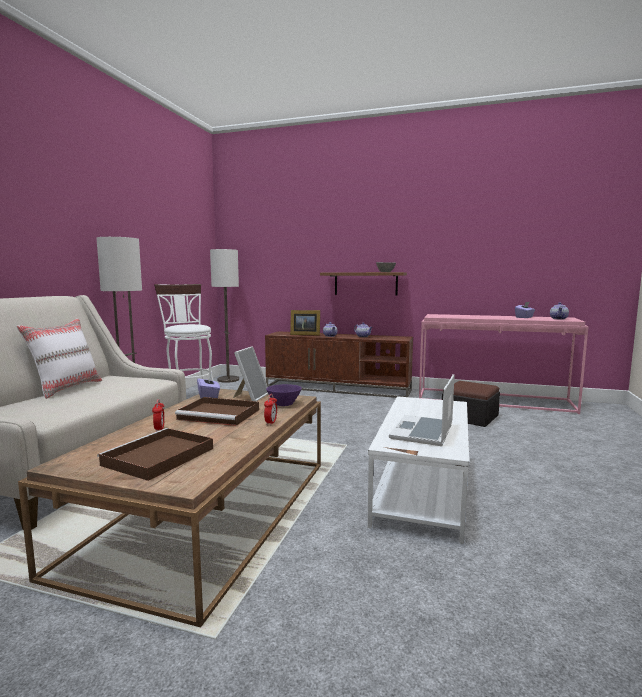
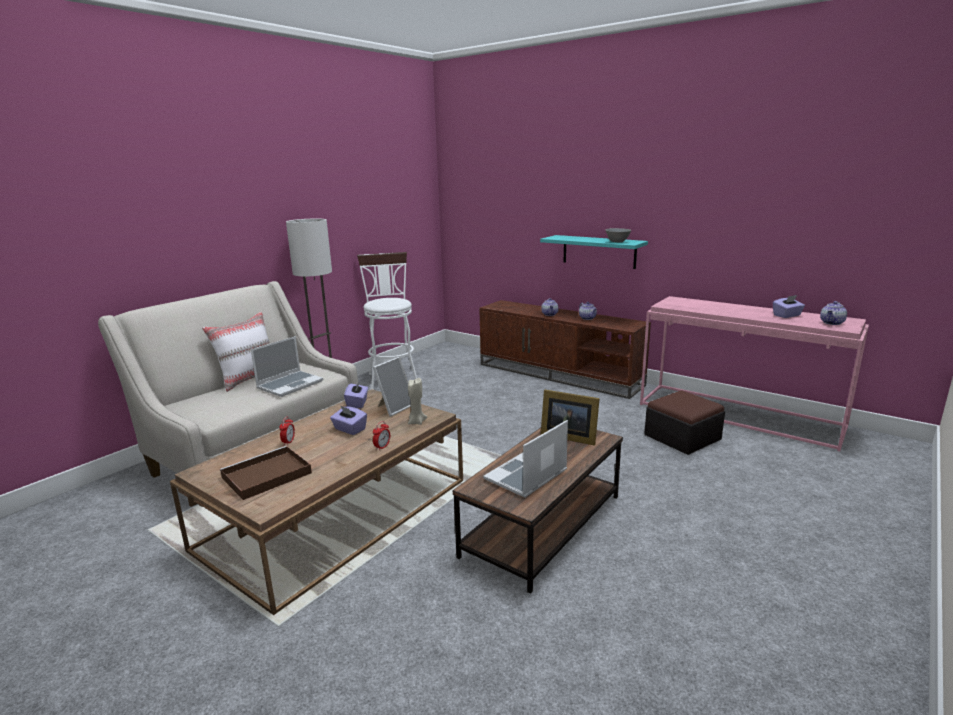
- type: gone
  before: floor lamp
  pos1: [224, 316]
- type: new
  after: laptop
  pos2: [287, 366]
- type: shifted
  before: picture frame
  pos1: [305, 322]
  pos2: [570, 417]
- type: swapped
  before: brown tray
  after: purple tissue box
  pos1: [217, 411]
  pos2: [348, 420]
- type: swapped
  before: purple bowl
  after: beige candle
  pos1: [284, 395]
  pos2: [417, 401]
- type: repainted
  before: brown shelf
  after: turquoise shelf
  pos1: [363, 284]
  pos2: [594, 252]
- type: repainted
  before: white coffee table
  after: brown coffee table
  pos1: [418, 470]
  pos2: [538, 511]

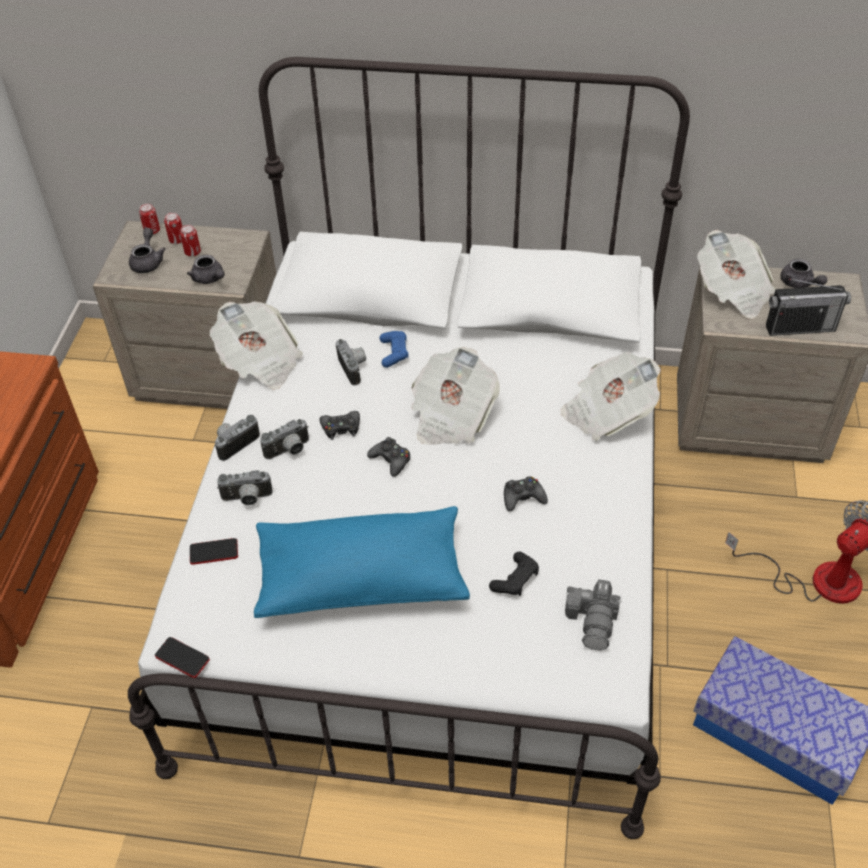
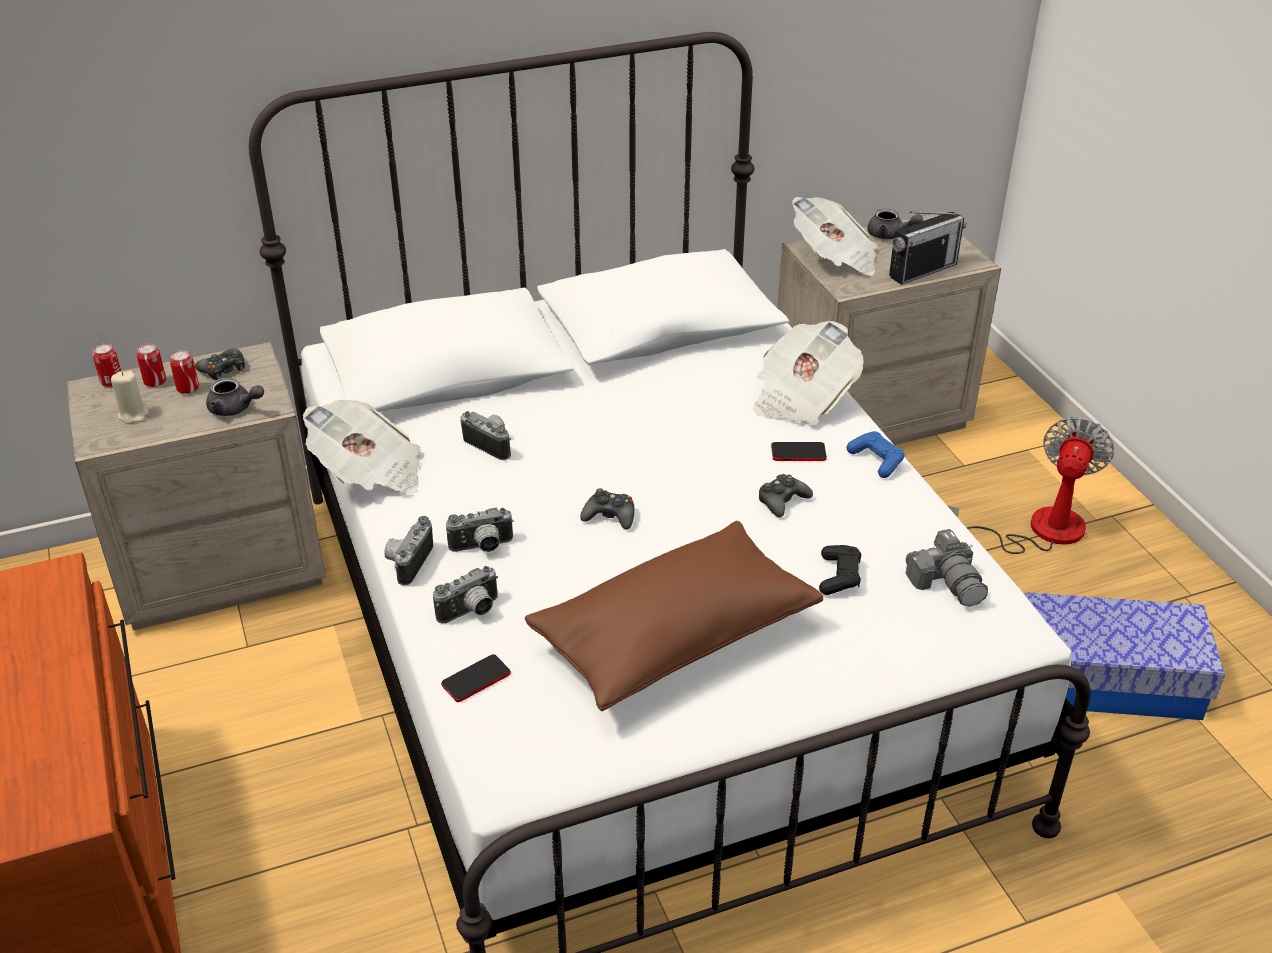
- type: gone
  before: newspaper
  pos1: [455, 396]
- type: shifted
  before: phone
  pos1: [182, 657]
  pos2: [799, 451]
- type: shifted
  before: black game controller
  pos1: [340, 425]
  pos2: [220, 364]
- type: shifted
  before: blue game controller
  pos1: [394, 349]
  pos2: [875, 454]
- type: swapped
  before: grey teapot
  after: beige candle
  pos1: [147, 250]
  pos2: [130, 397]
- type: repainted
  before: blue pillow
  after: brown pillow
  pos1: [362, 562]
  pos2: [674, 616]
- type: rotated
  before: photo camera
  pos1: [284, 439]
  pos2: [479, 530]
  turn: 45

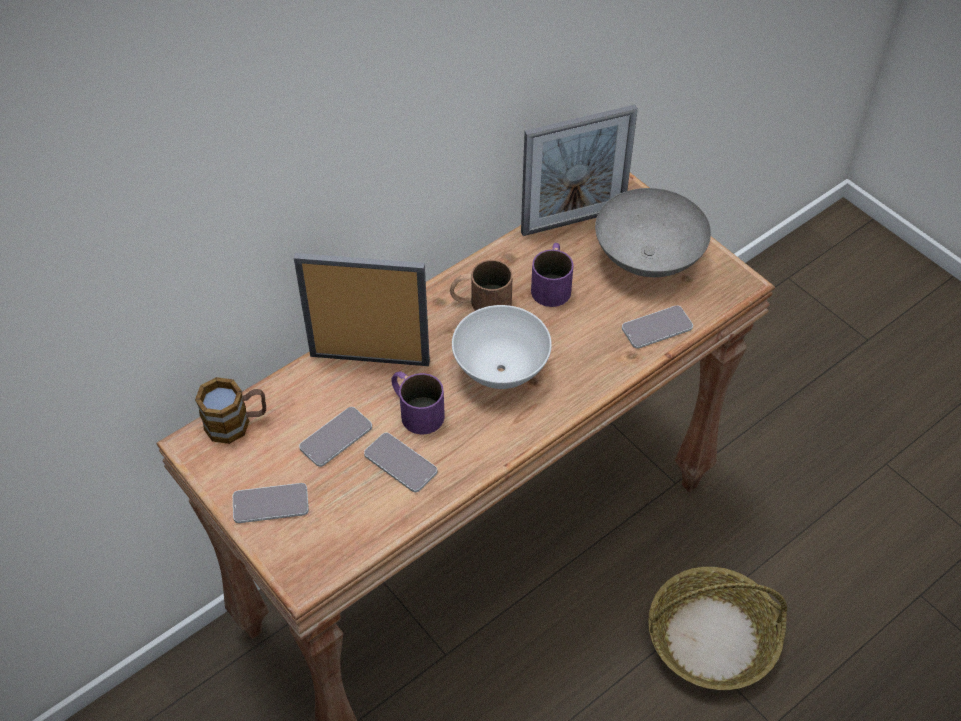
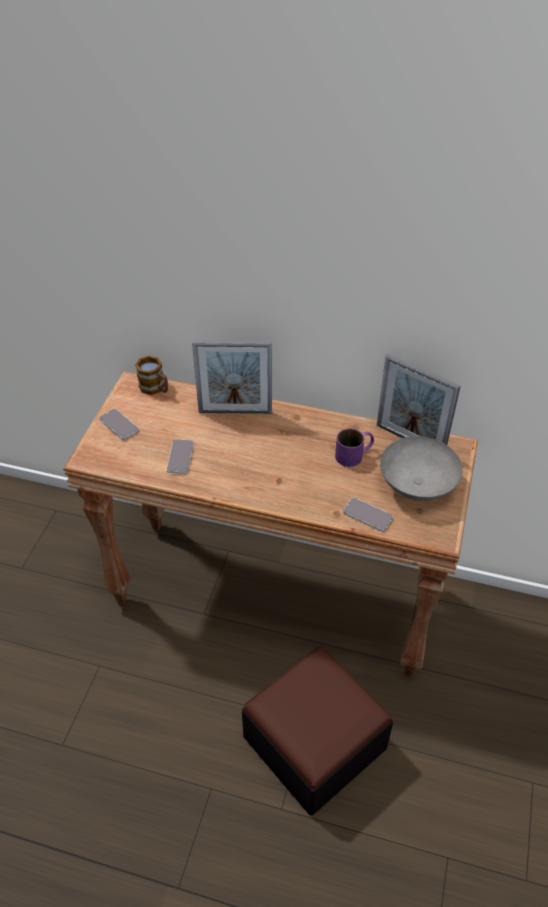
- type: gone
  before: phone
  pos1: [335, 437]
- type: gone
  before: purple mug
  pos1: [418, 403]
- type: gone
  before: brown mug
  pos1: [481, 285]
- type: gone
  before: white bowl
  pos1: [502, 347]
- type: swapped
  before: basket
  after: ottoman
  pos1: [717, 628]
  pos2: [317, 730]
- type: rotated
  before: picture frame
  pos1: [362, 309]
  pos2: [232, 377]
  turn: 120

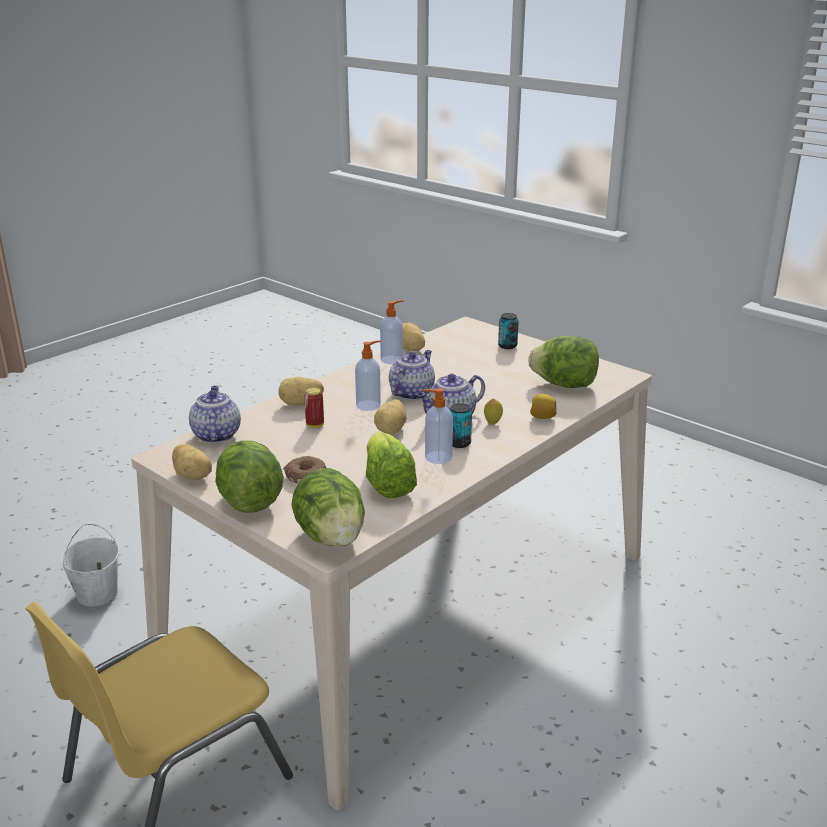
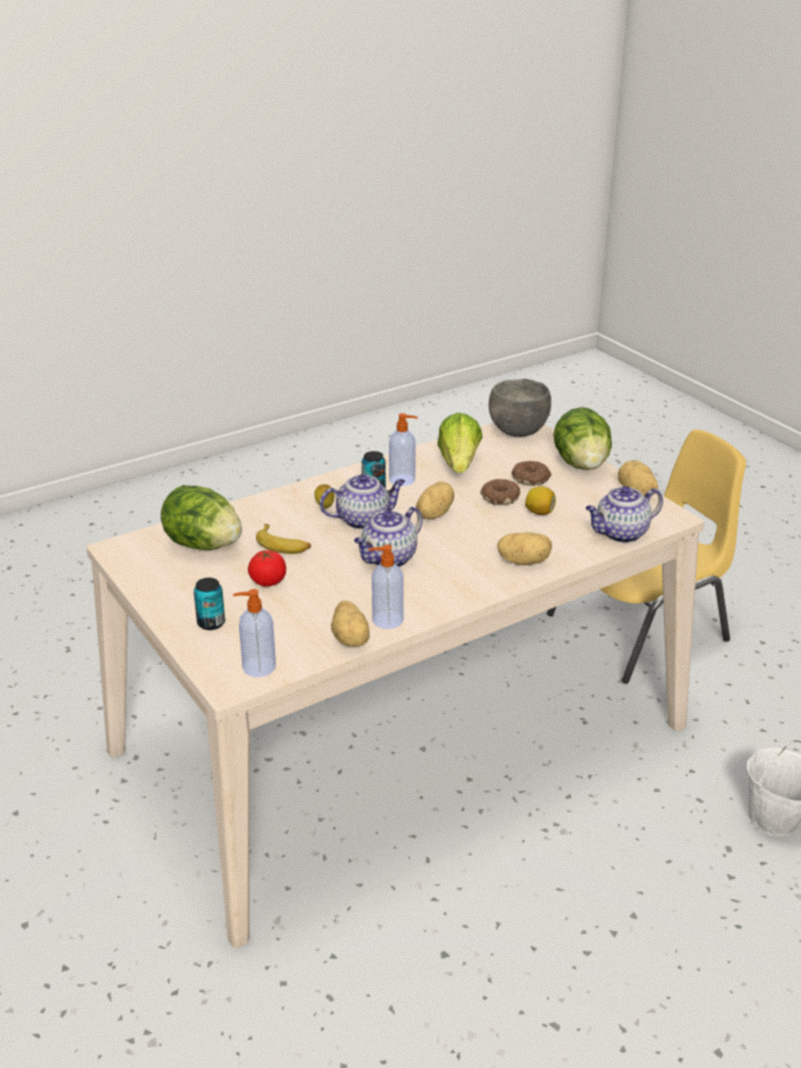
- type: gone
  before: can
  pos1: [314, 408]
- type: new
  after: tomato
  pos2: [267, 568]
- type: new
  after: banana
  pos2: [283, 539]
- type: new
  after: donut
  pos2: [501, 492]
- type: shifted
  before: soap dispenser
  pos1: [368, 376]
  pos2: [254, 633]
- type: shifted
  before: lemon
  pos1: [543, 406]
  pos2: [540, 500]
- type: swapped
  before: lettuce
  after: grey bowl
  pos1: [328, 507]
  pos2: [520, 408]
- type: rotated
  before: teapot
  pos1: [215, 414]
  pos2: [624, 514]
  turn: 60

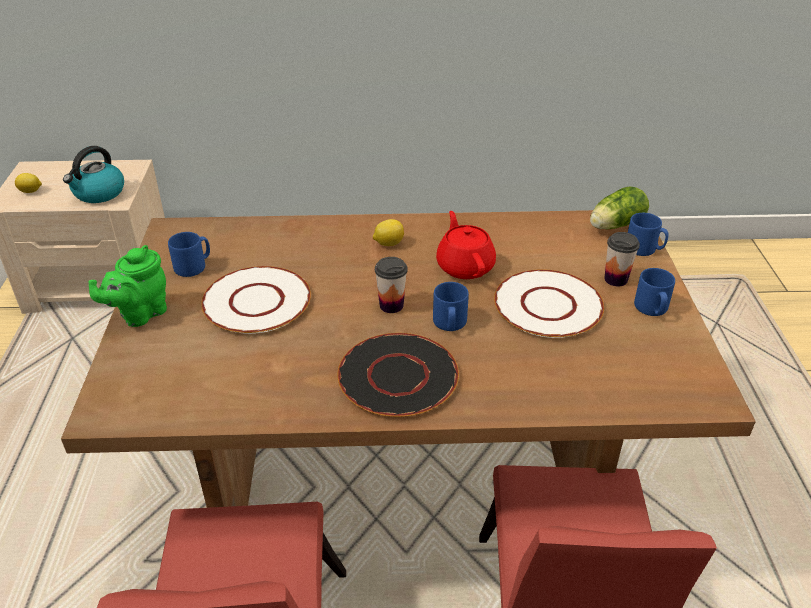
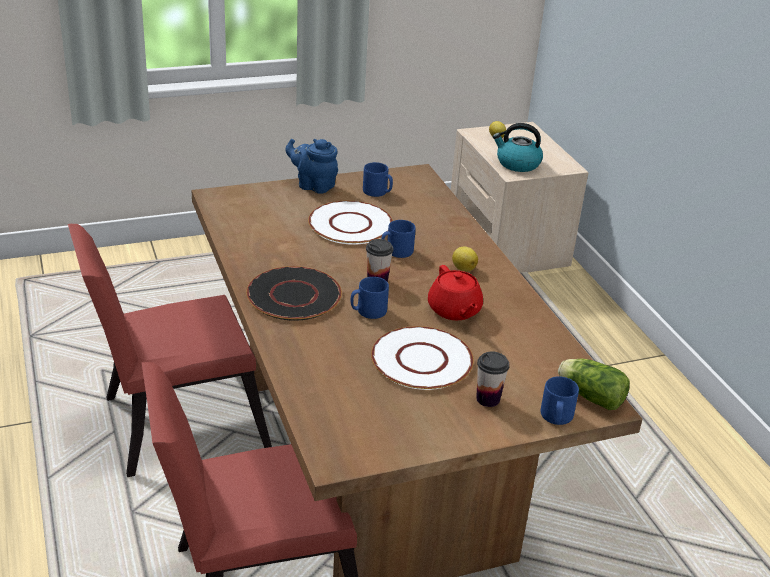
- type: shifted
  before: blue mug
  pos1: [654, 292]
  pos2: [398, 239]
- type: repainted
  before: green teapot
  after: blue teapot
  pos1: [127, 286]
  pos2: [311, 166]
- type: rotated
  before: red teapot
  pos1: [466, 245]
  pos2: [455, 293]
  turn: 105

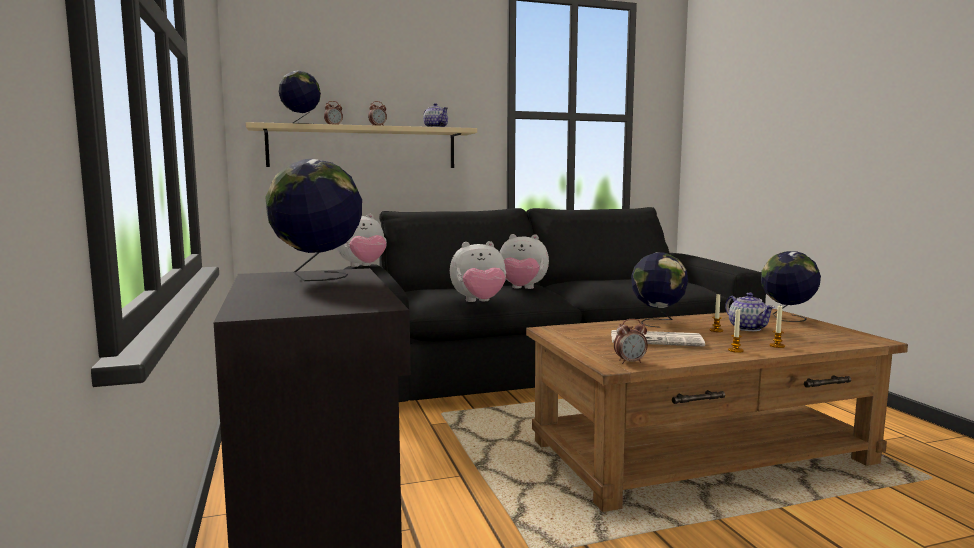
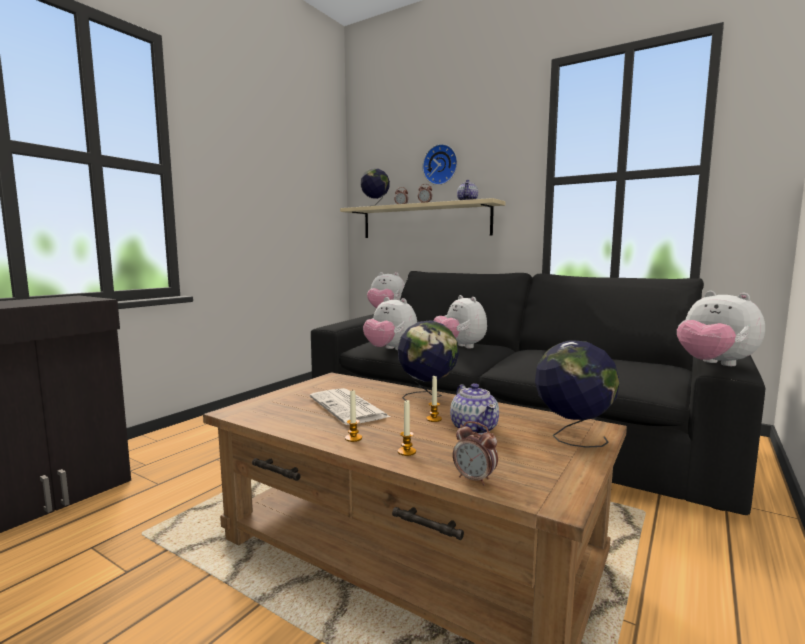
- type: gone
  before: globe
  pos1: [314, 220]
- type: new
  after: wall clock
  pos2: [440, 164]
- type: new
  after: plush toy
  pos2: [721, 328]
- type: shifted
  before: alarm clock
  pos1: [631, 341]
  pos2: [475, 453]
- type: rotated
  before: teapot
  pos1: [750, 312]
  pos2: [474, 409]
  turn: -45

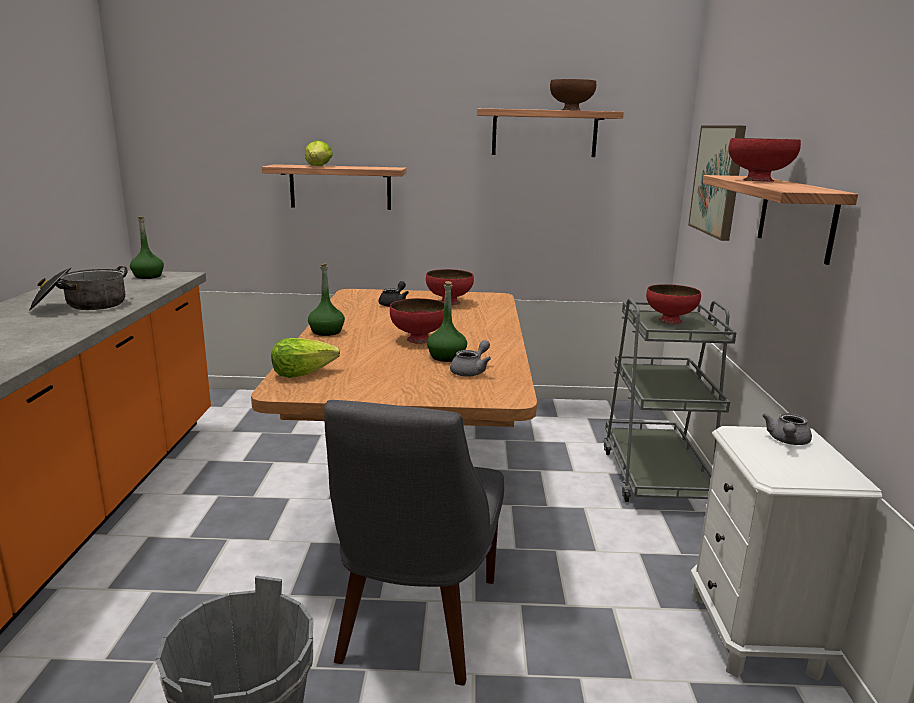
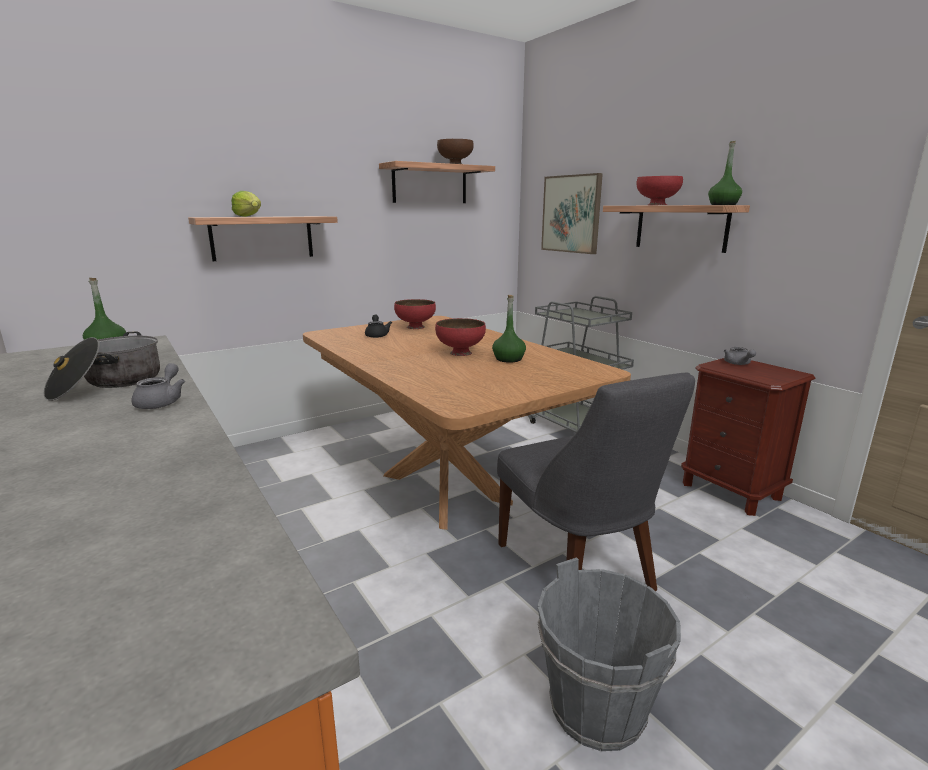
- type: gone
  before: lettuce
  pos1: [305, 358]
- type: gone
  before: red bowl
  pos1: [673, 304]
- type: shifted
  before: green bottle
  pos1: [326, 299]
  pos2: [725, 173]
- type: shifted
  before: grey teapot
  pos1: [470, 358]
  pos2: [158, 386]
- type: repainted
  before: white nightstand
  after: brown nightstand
  pos1: [786, 553]
  pos2: [748, 437]

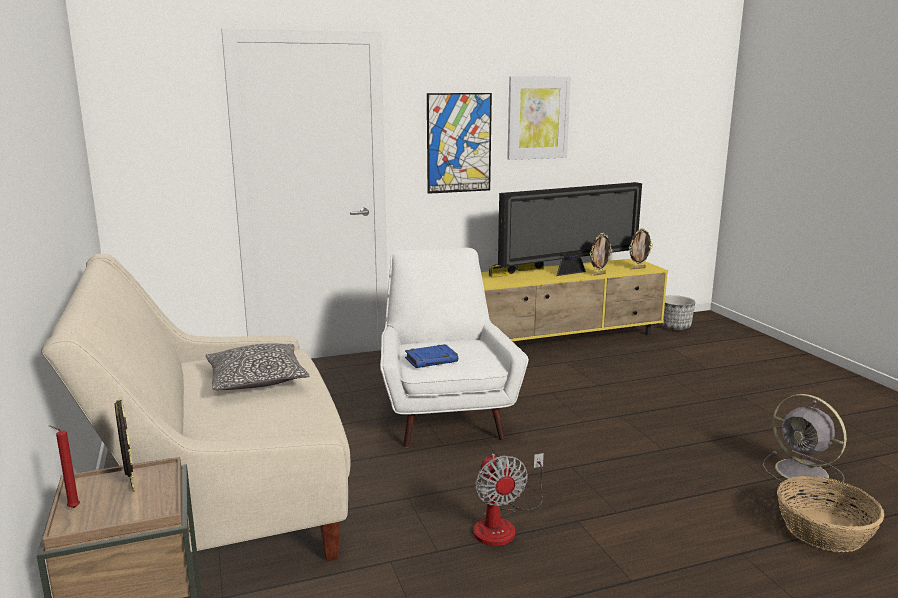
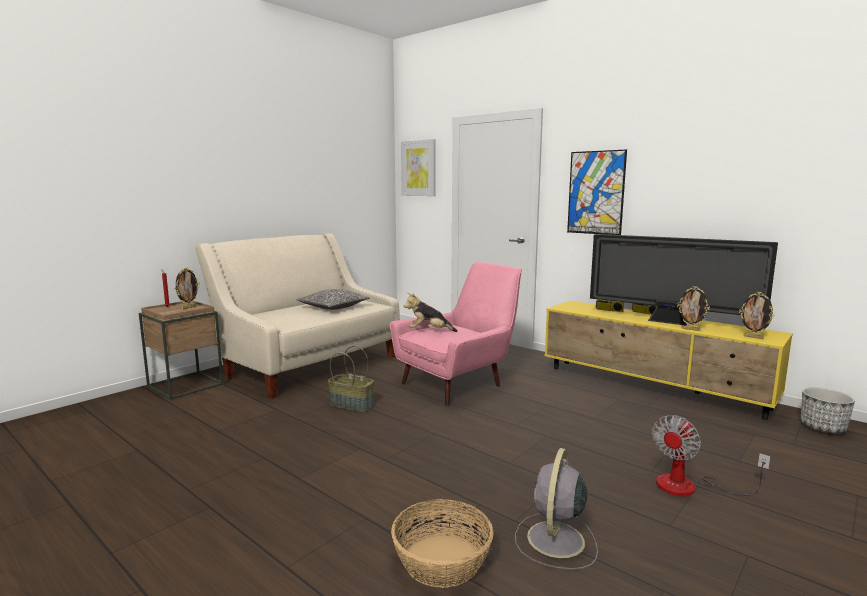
- type: new
  after: basket
  pos2: [351, 379]
- type: shifted
  before: fan
  pos1: [508, 499]
  pos2: [711, 455]
- type: shifted
  before: picture
  pos1: [539, 118]
  pos2: [418, 167]
- type: swapped
  before: blue book
  after: plush toy
  pos1: [431, 356]
  pos2: [431, 312]
- type: repainted
  before: white armchair
  after: pink armchair
  pos1: [454, 348]
  pos2: [456, 334]

